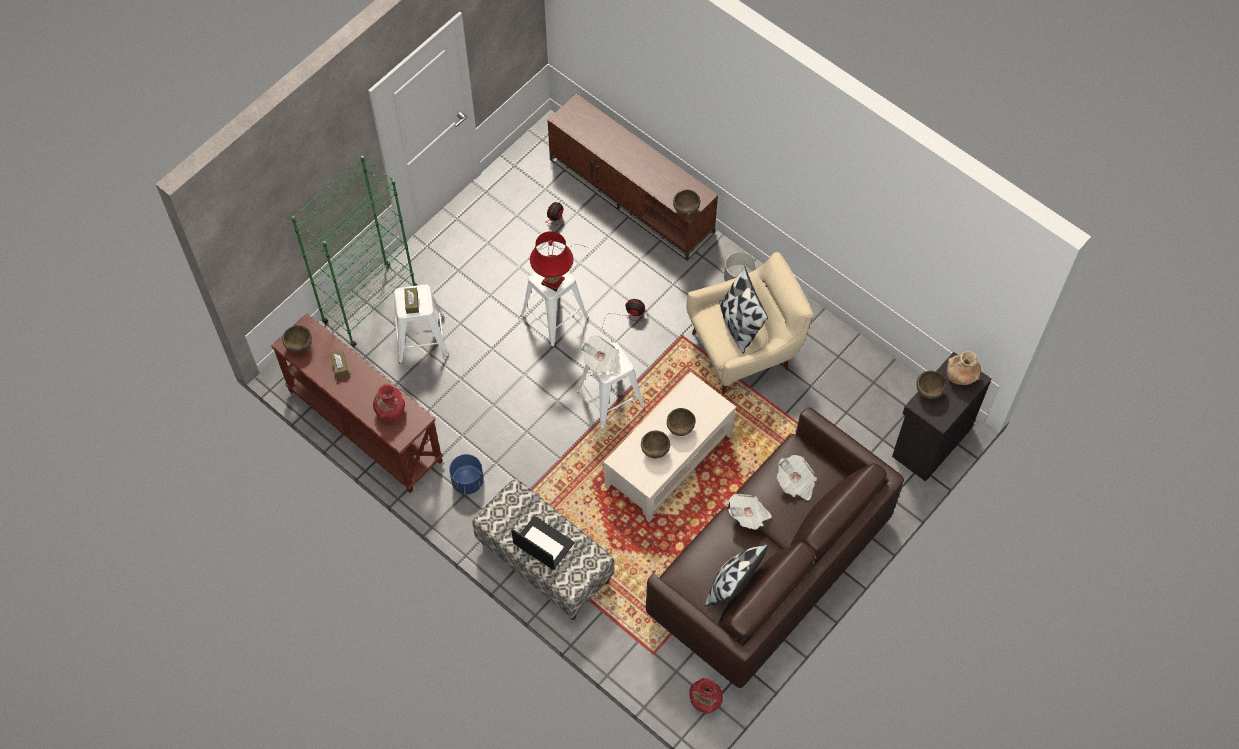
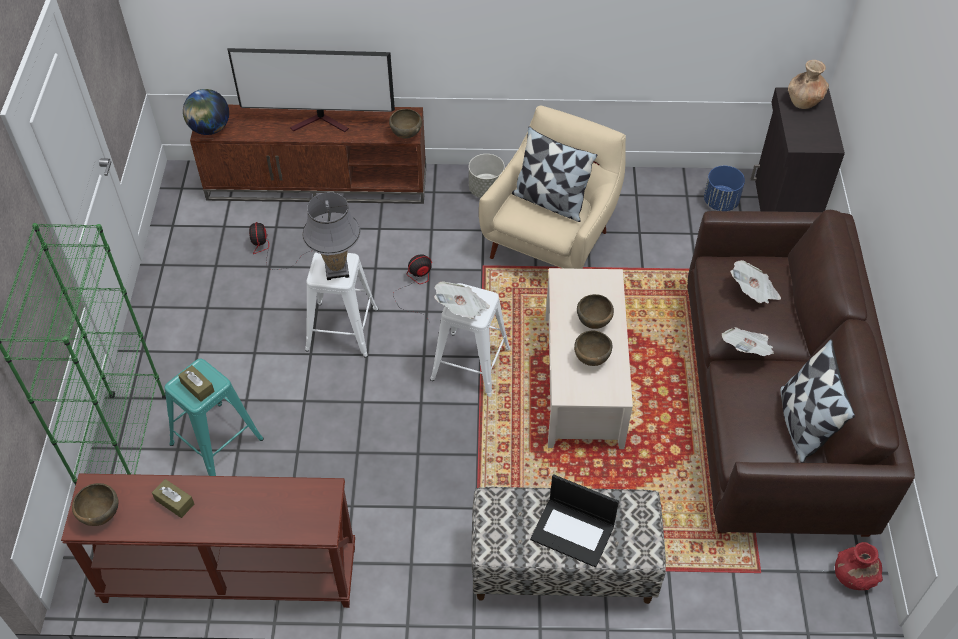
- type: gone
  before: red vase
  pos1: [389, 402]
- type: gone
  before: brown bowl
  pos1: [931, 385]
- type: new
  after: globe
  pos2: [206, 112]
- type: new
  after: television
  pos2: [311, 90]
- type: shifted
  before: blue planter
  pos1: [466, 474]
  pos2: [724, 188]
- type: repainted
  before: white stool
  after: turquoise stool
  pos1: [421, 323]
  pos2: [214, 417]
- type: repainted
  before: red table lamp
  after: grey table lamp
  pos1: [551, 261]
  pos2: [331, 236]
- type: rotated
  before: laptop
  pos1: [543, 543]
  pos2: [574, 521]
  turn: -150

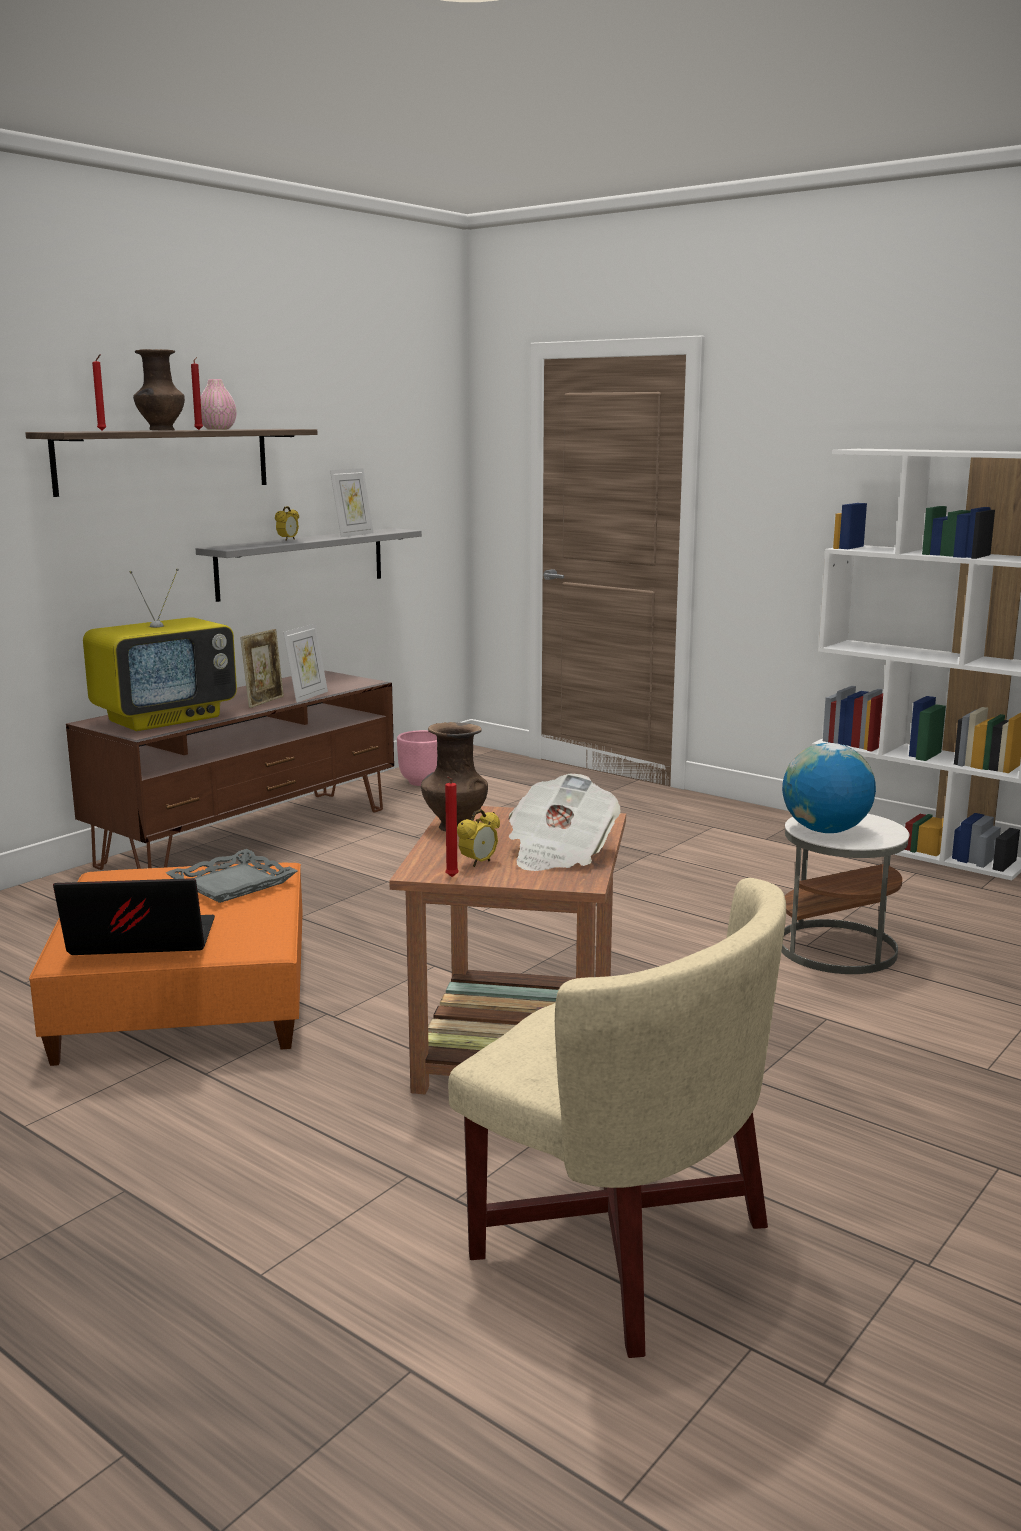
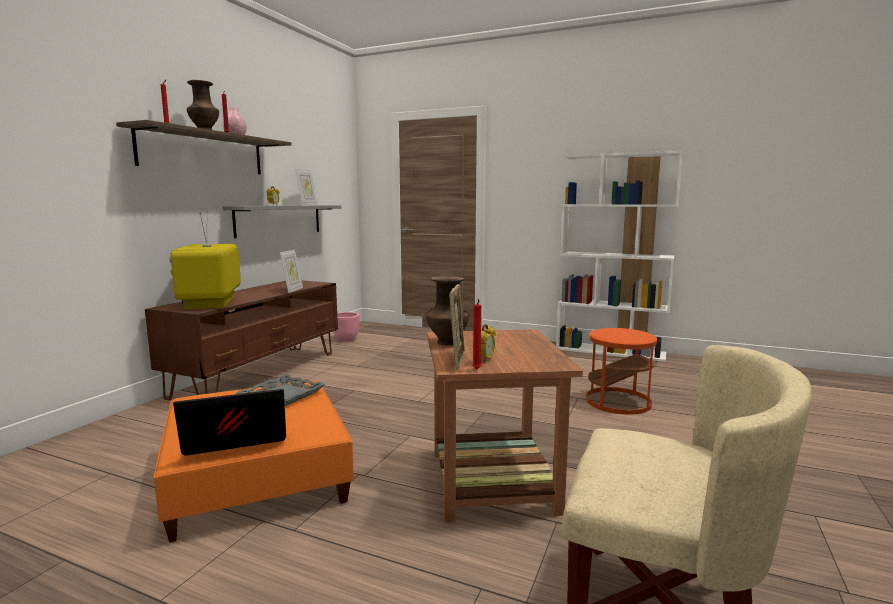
- type: gone
  before: newspaper
  pos1: [565, 822]
- type: gone
  before: globe
  pos1: [829, 788]
- type: shifted
  before: picture frame
  pos1: [262, 668]
  pos2: [457, 326]
- type: repainted
  before: white side table
  after: orange side table
  pos1: [845, 894]
  pos2: [621, 371]
- type: rotated
  before: television
  pos1: [160, 649]
  pos2: [205, 260]
  turn: 135

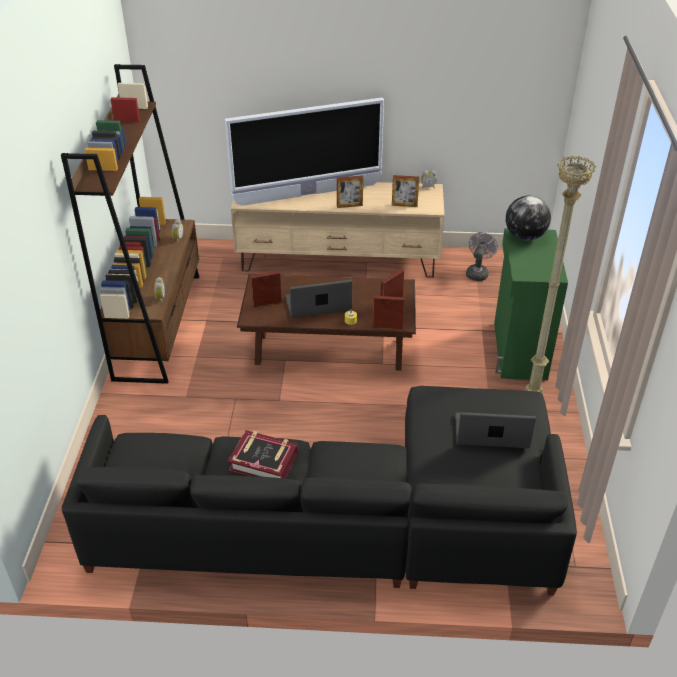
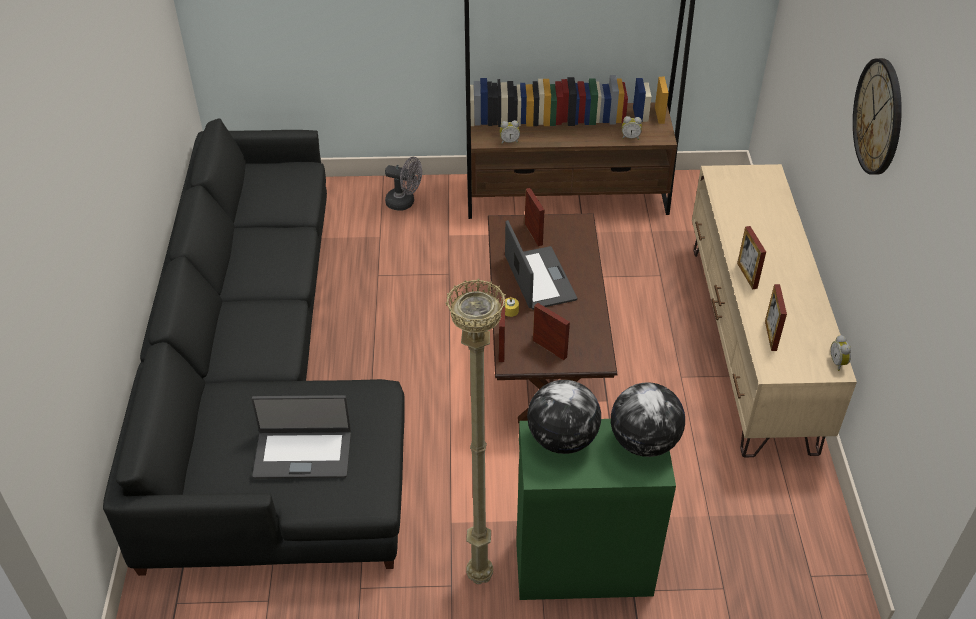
- type: gone
  before: television
  pos1: [304, 152]
- type: gone
  before: book
  pos1: [263, 454]
- type: new
  after: globe
  pos2: [564, 417]
- type: new
  after: wall clock
  pos2: [877, 116]
- type: shifted
  before: grey fan
  pos1: [482, 256]
  pos2: [403, 183]
- type: rotated
  before: laptop
  pos1: [495, 430]
  pos2: [301, 437]
  turn: 90

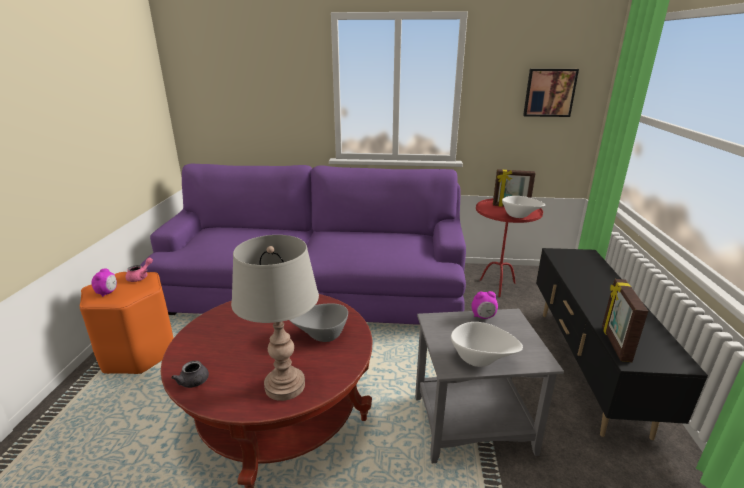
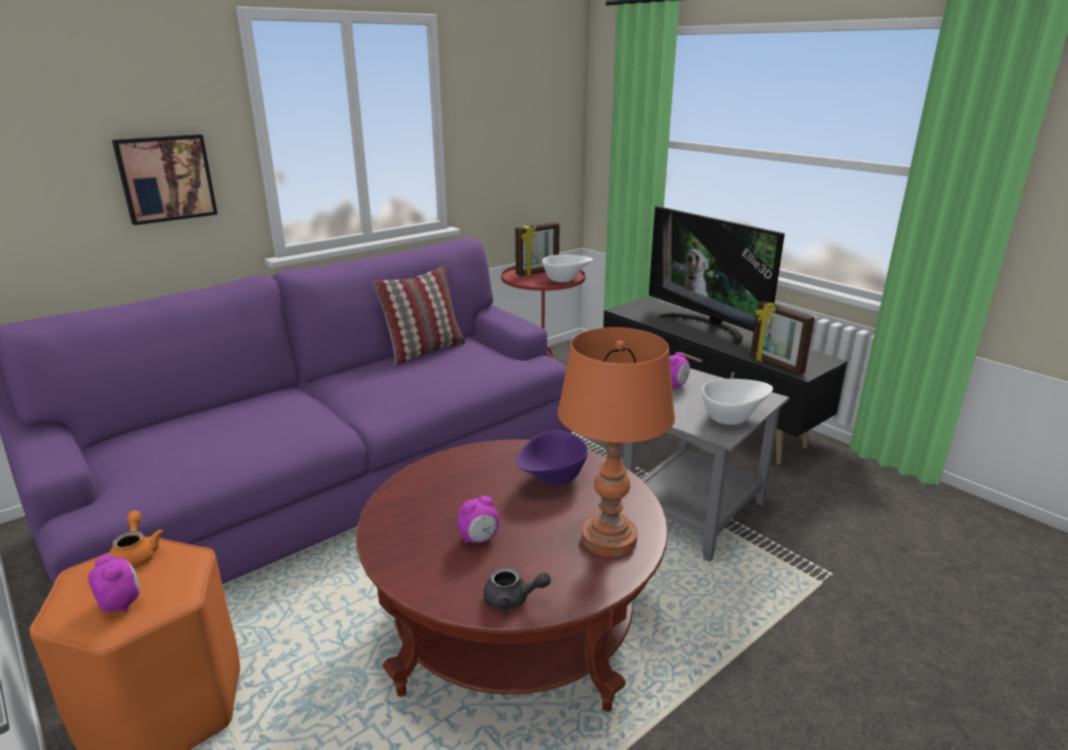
- type: new
  after: pillow
  pos2: [419, 315]
- type: new
  after: alarm clock
  pos2: [478, 519]
- type: new
  after: television
  pos2: [717, 276]
- type: shifted
  before: picture
  pos1: [551, 93]
  pos2: [165, 179]
- type: repainted
  before: pink teapot
  after: orange teapot
  pos1: [139, 269]
  pos2: [136, 539]
- type: repainted
  before: grey table lamp
  after: orange table lamp
  pos1: [275, 318]
  pos2: [616, 442]
- type: repainted
  before: grey bowl
  after: purple bowl
  pos1: [318, 322]
  pos2: [552, 457]

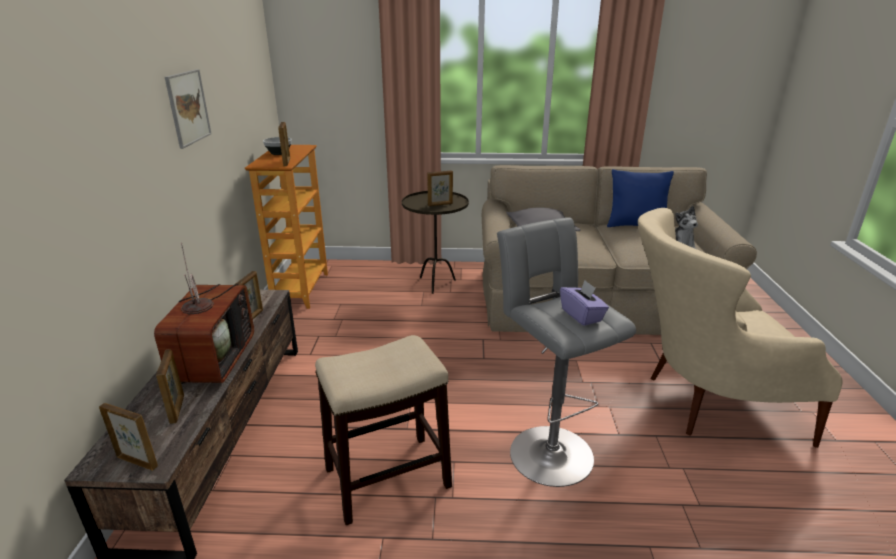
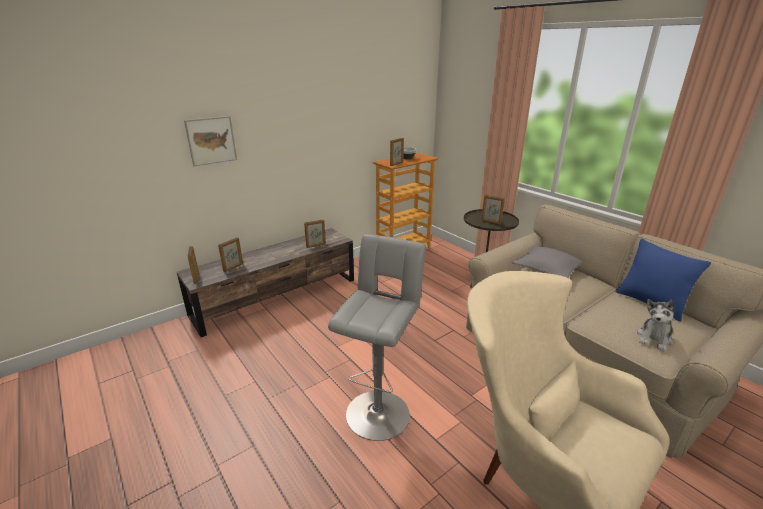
- type: gone
  before: television
  pos1: [204, 313]
- type: gone
  before: stool
  pos1: [383, 430]
- type: gone
  before: purple tissue box
  pos1: [584, 303]
- type: shifted
  before: picture
  pos1: [188, 109]
  pos2: [210, 141]

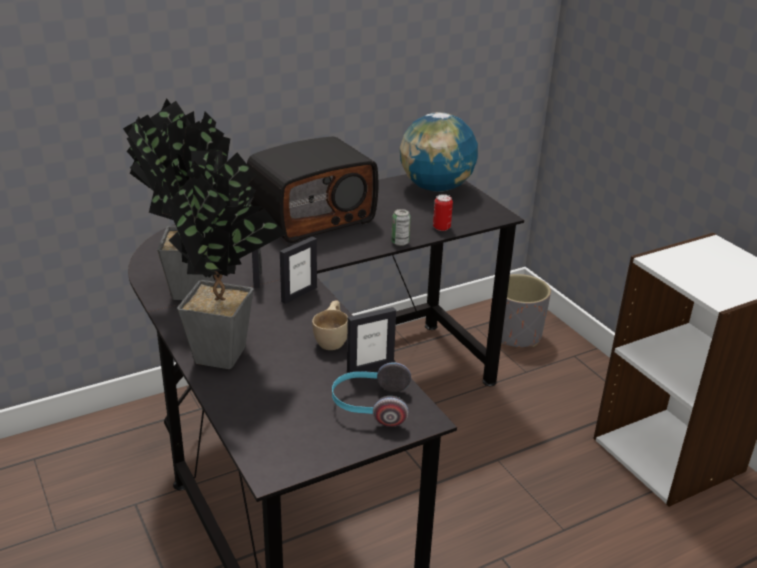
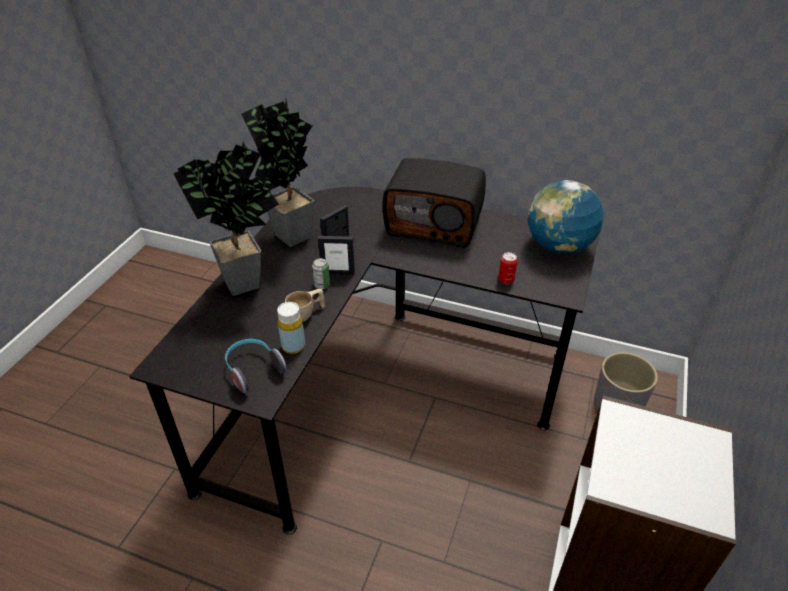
- type: shifted
  before: can
  pos1: [401, 227]
  pos2: [321, 273]
- type: swapped
  before: picture frame
  after: yellow bottle
  pos1: [371, 340]
  pos2: [291, 328]

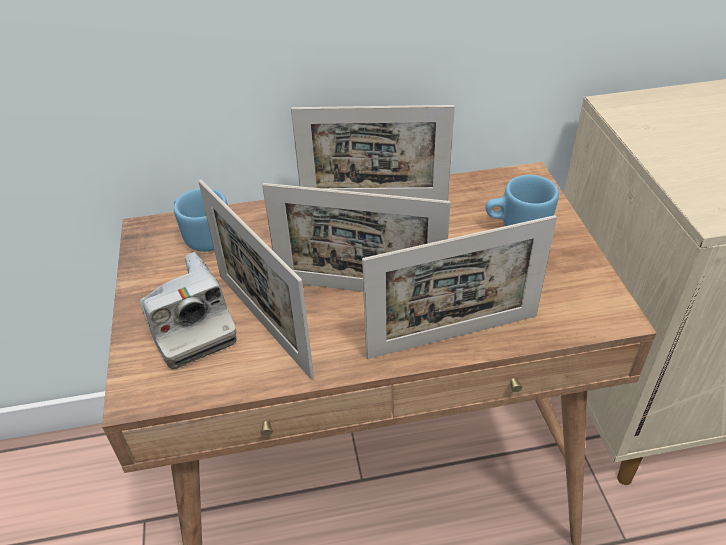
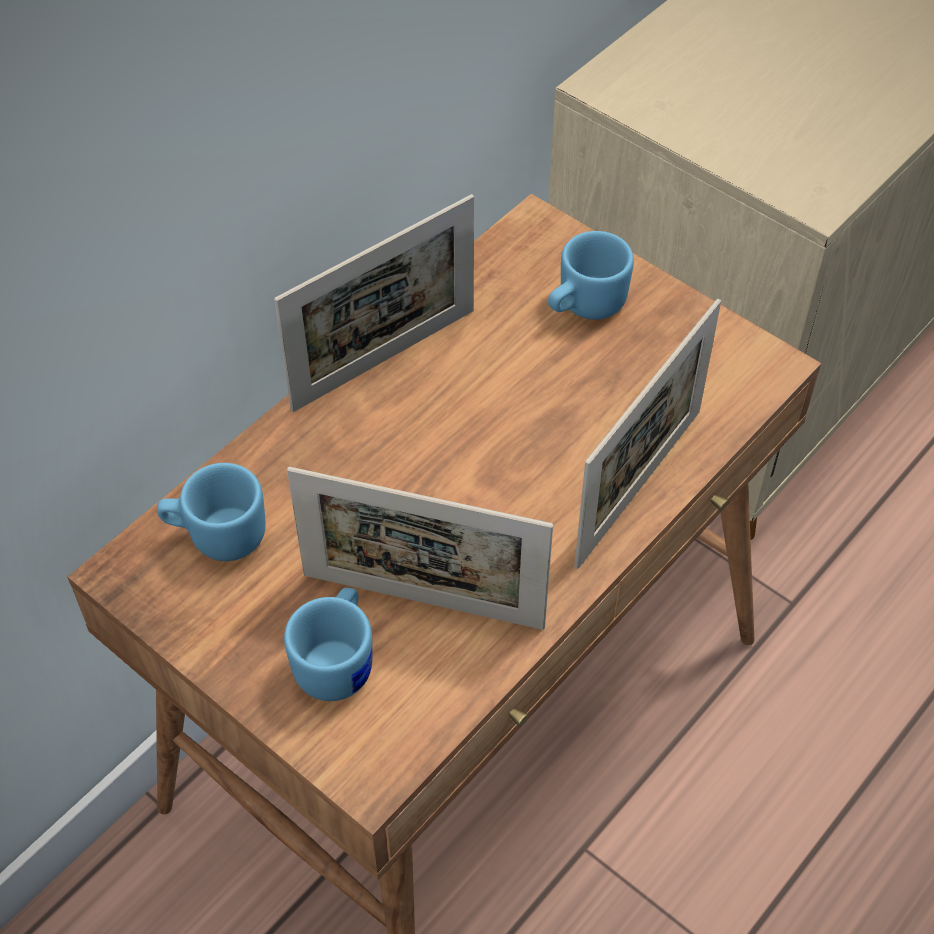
- type: gone
  before: picture frame
  pos1: [356, 237]
- type: swapped
  before: photo camera
  after: blue mug
  pos1: [188, 310]
  pos2: [328, 644]

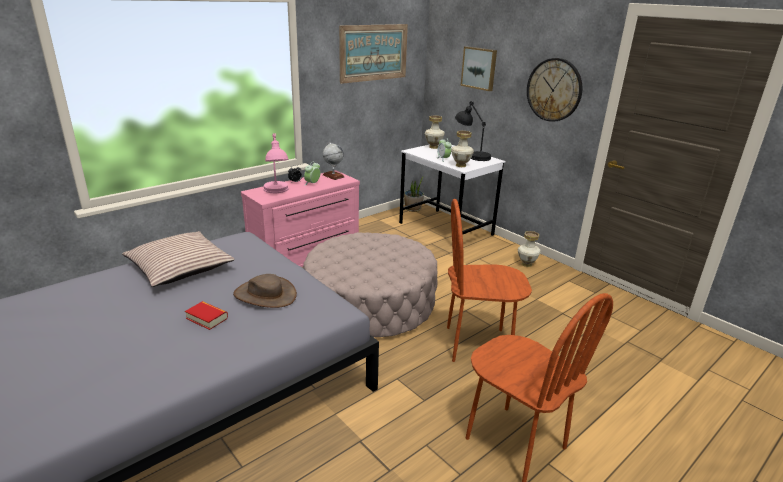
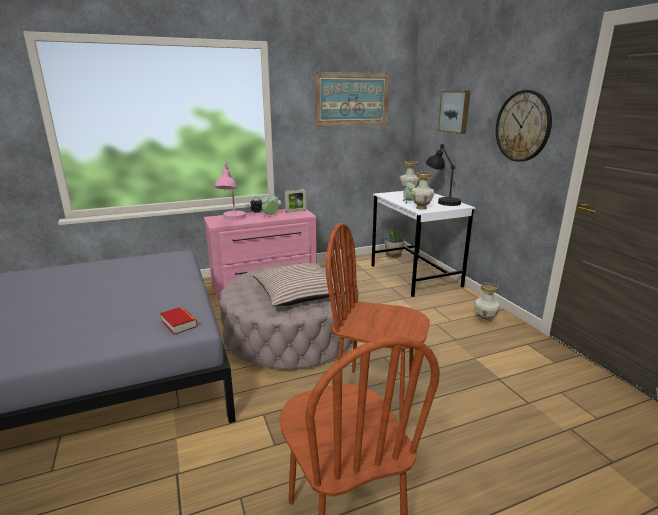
- type: gone
  before: brown hat
  pos1: [265, 291]
- type: shifted
  before: pillow
  pos1: [178, 259]
  pos2: [299, 284]
- type: shifted
  before: book
  pos1: [206, 315]
  pos2: [178, 321]
- type: swapped
  before: globe
  after: picture frame
  pos1: [333, 161]
  pos2: [295, 201]

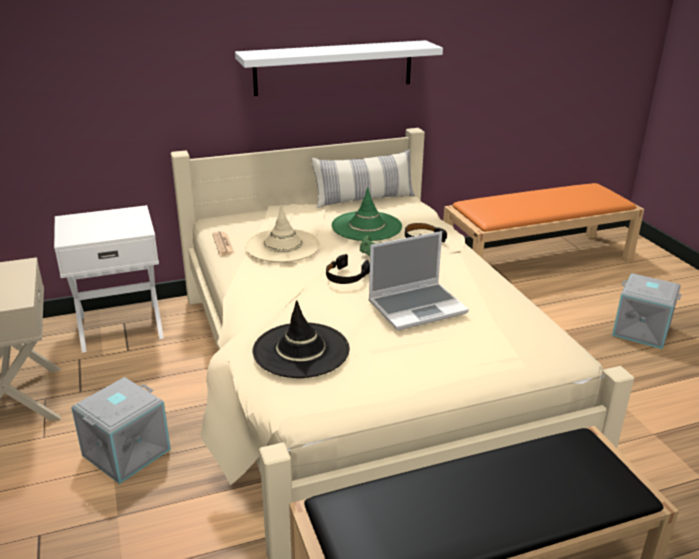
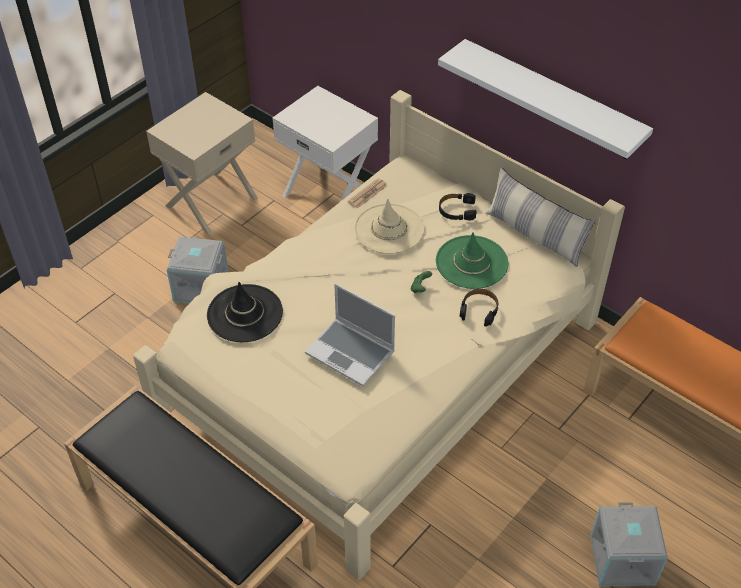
- type: shifted
  before: black headphones
  pos1: [348, 269]
  pos2: [457, 207]

